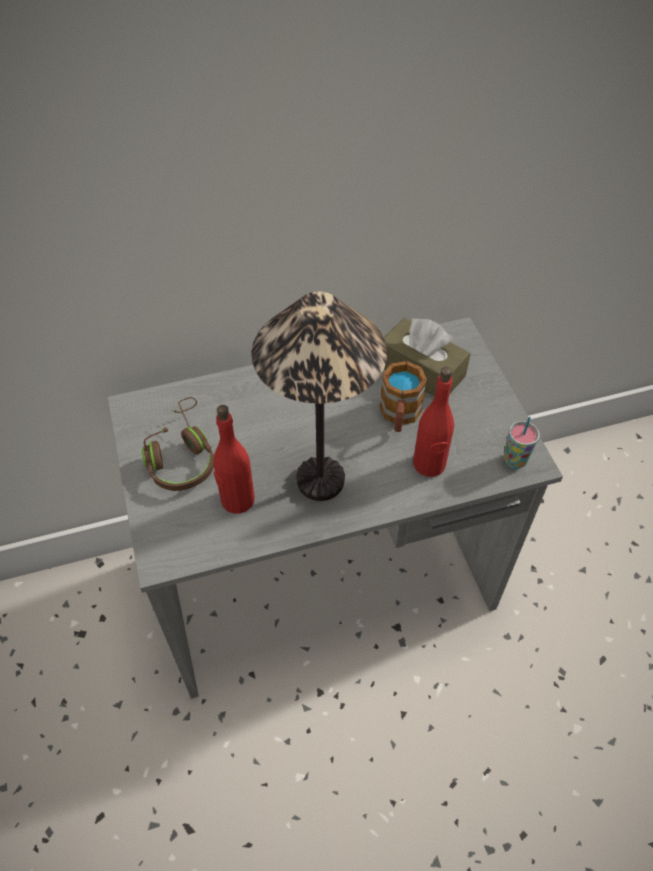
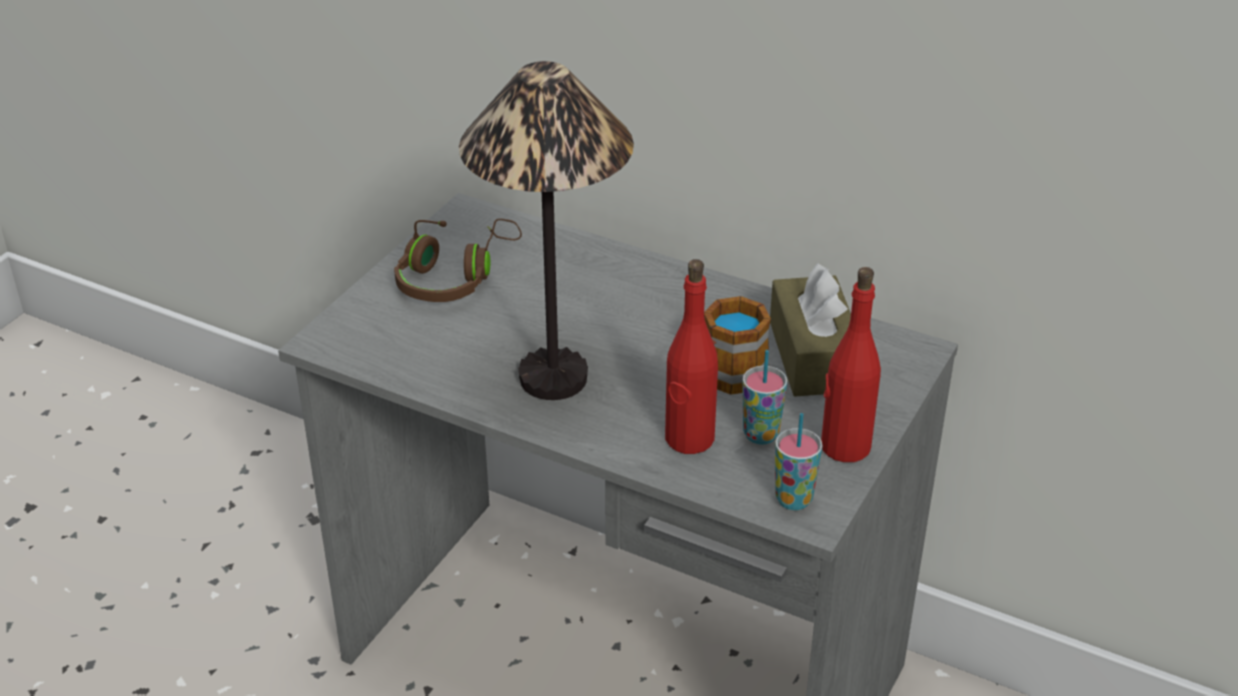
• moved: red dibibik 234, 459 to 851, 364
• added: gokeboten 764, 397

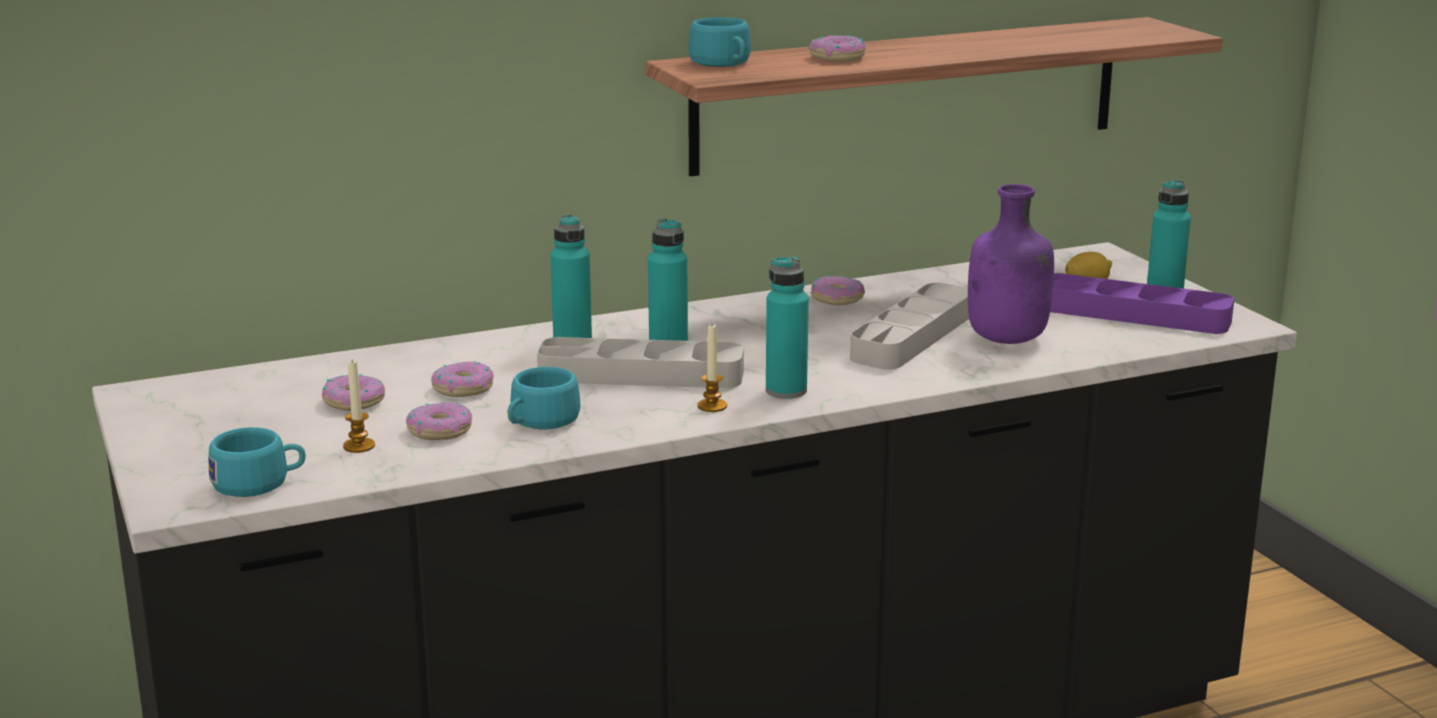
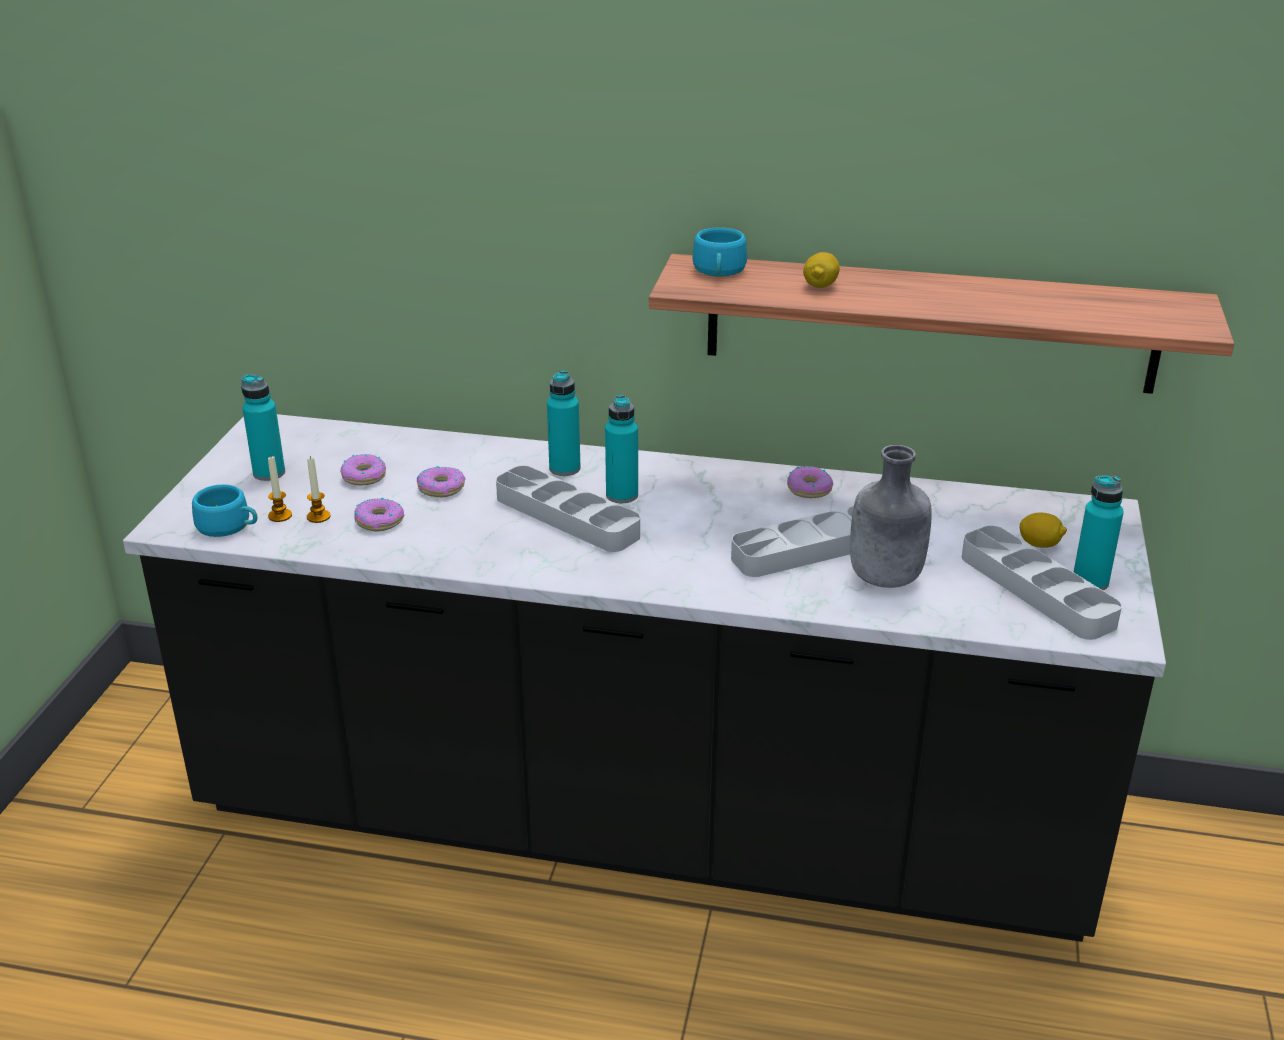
• removed: turquoise gokeboten 544, 398
• moved: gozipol 712, 368 to 280, 489
• moved: turquoise dibibik 787, 327 to 263, 427
• replaced: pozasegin 837, 48 to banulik 821, 270
• recoloured: purple dibibik 1011, 264 to grey dibibik 891, 516
• recoloured: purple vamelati 1142, 303 to grey vamelati 1042, 583

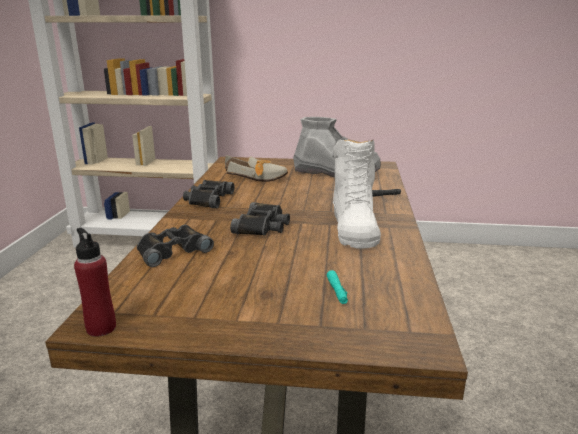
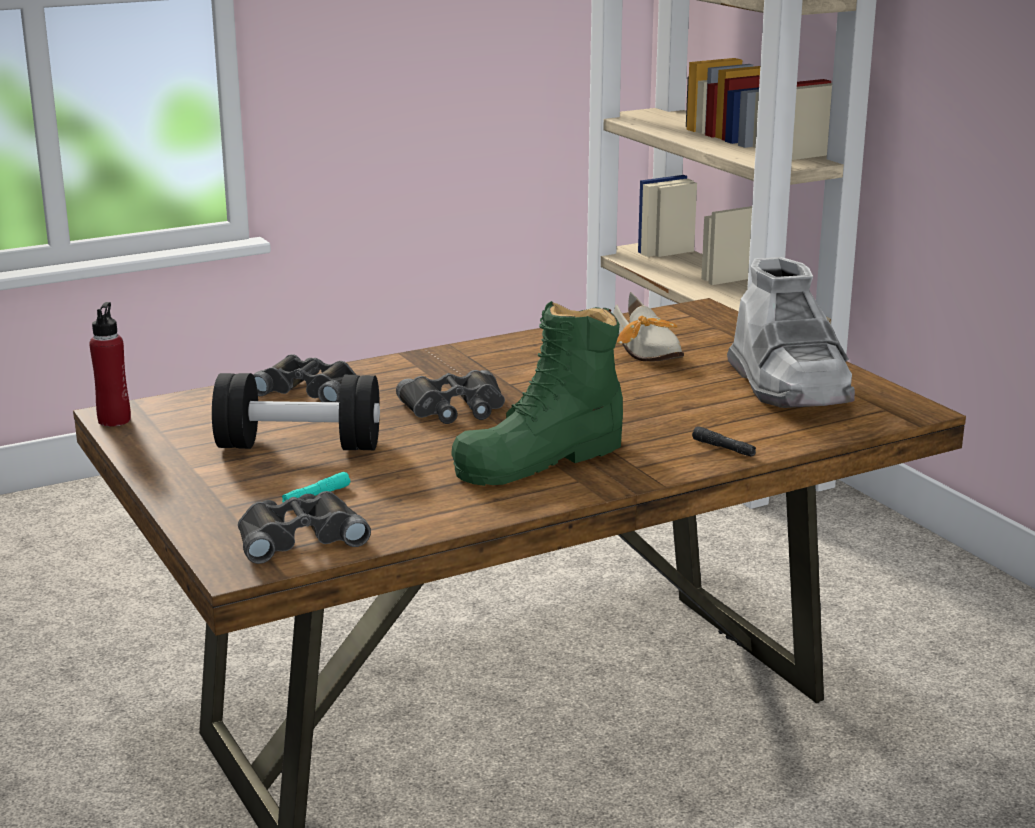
• moved: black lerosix 209, 194 to 304, 527
• recoloured: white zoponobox 357, 194 to green zoponobox 537, 393
• added: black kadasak 296, 411

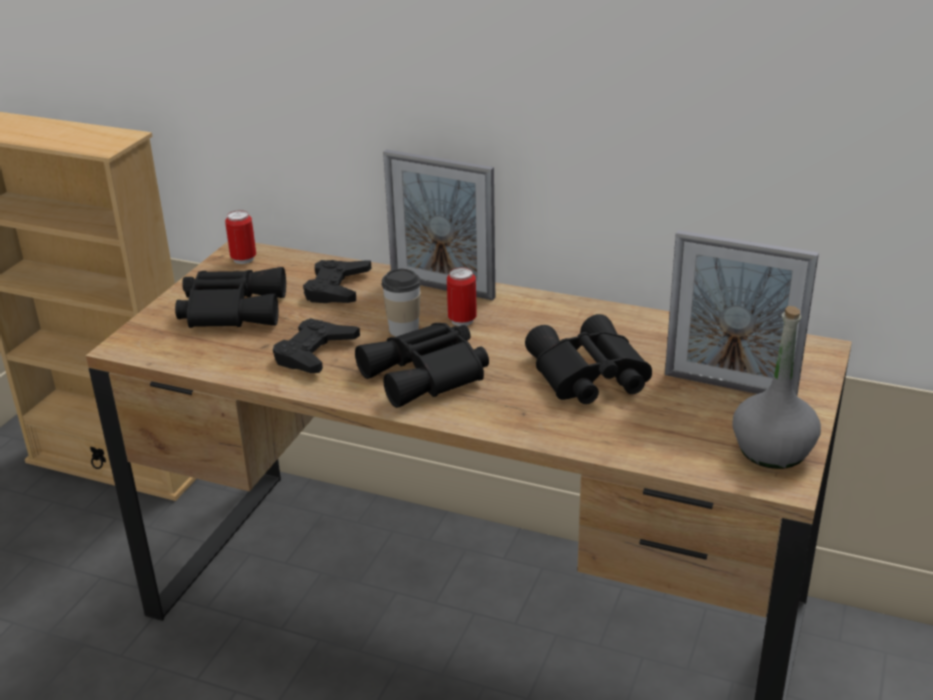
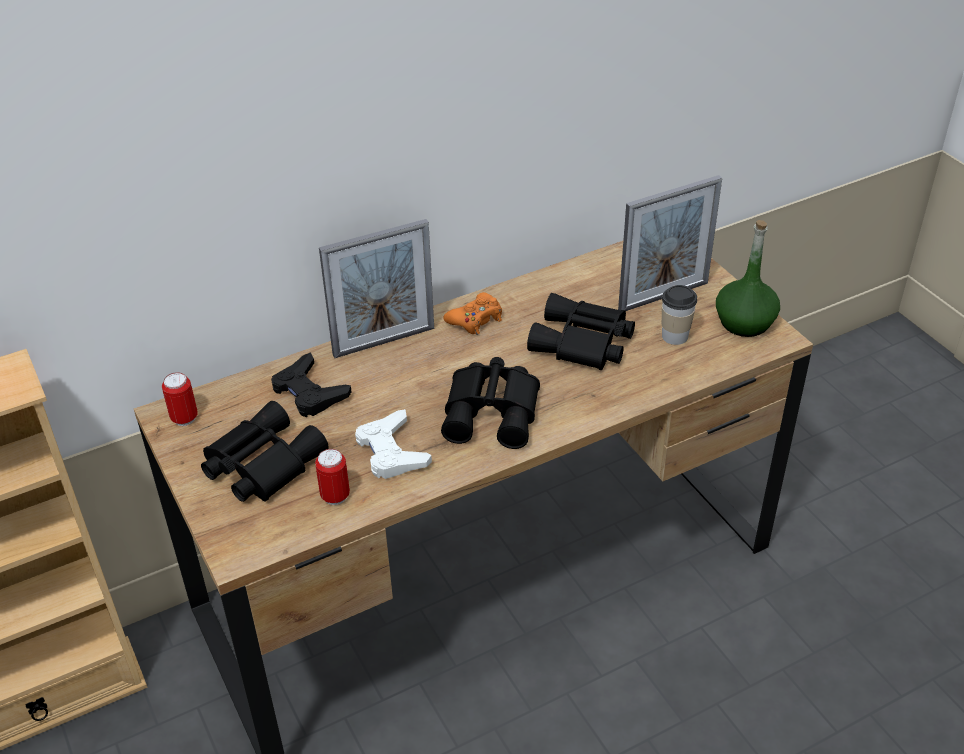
• recoloured: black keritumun 316, 345 to white keritumun 393, 444
• moved: gokeboten 401, 303 to 679, 315
• moved: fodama 462, 296 to 332, 477
• recoloured: grey dibibik 776, 387 to green dibibik 748, 278
• added: orange keritumun 472, 313

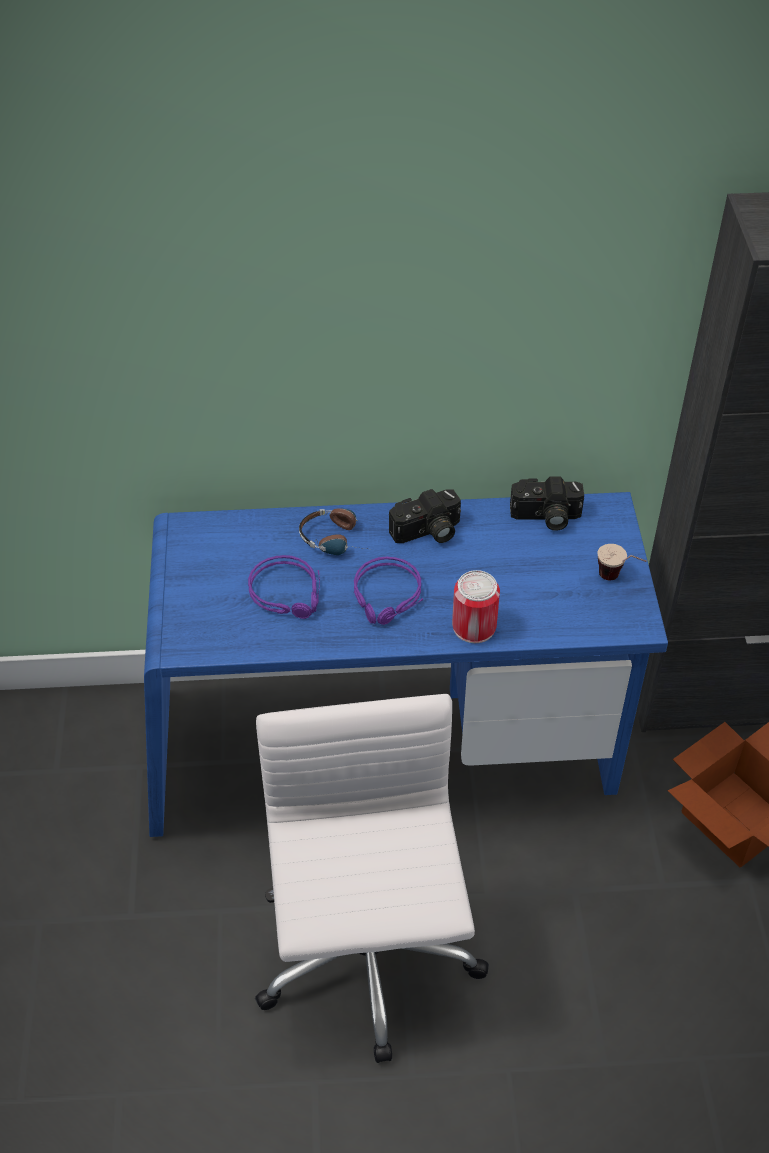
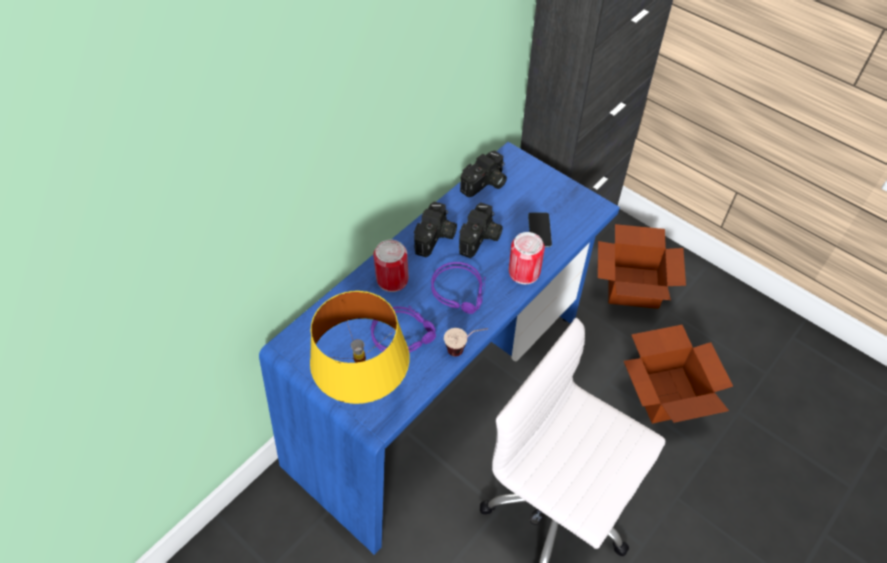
• replaced: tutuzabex 335, 531 to fodama 391, 266
• moved: gokeboten 622, 562 to 466, 342
• added: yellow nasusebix 360, 347
• added: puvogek 481, 230
• added: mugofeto 540, 229
• added: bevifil 678, 374

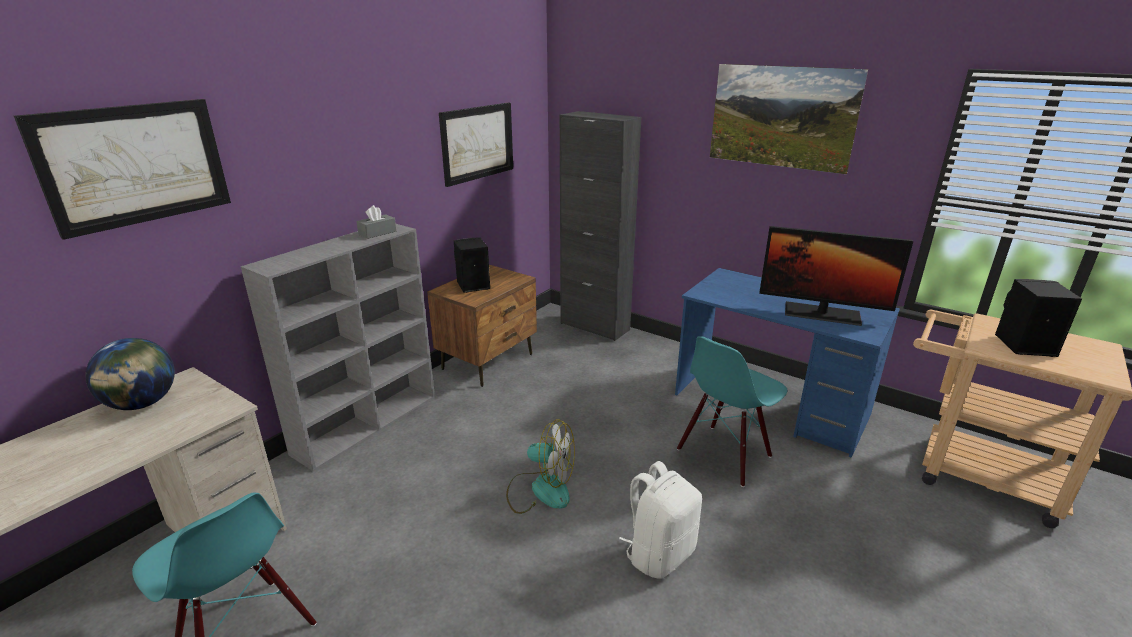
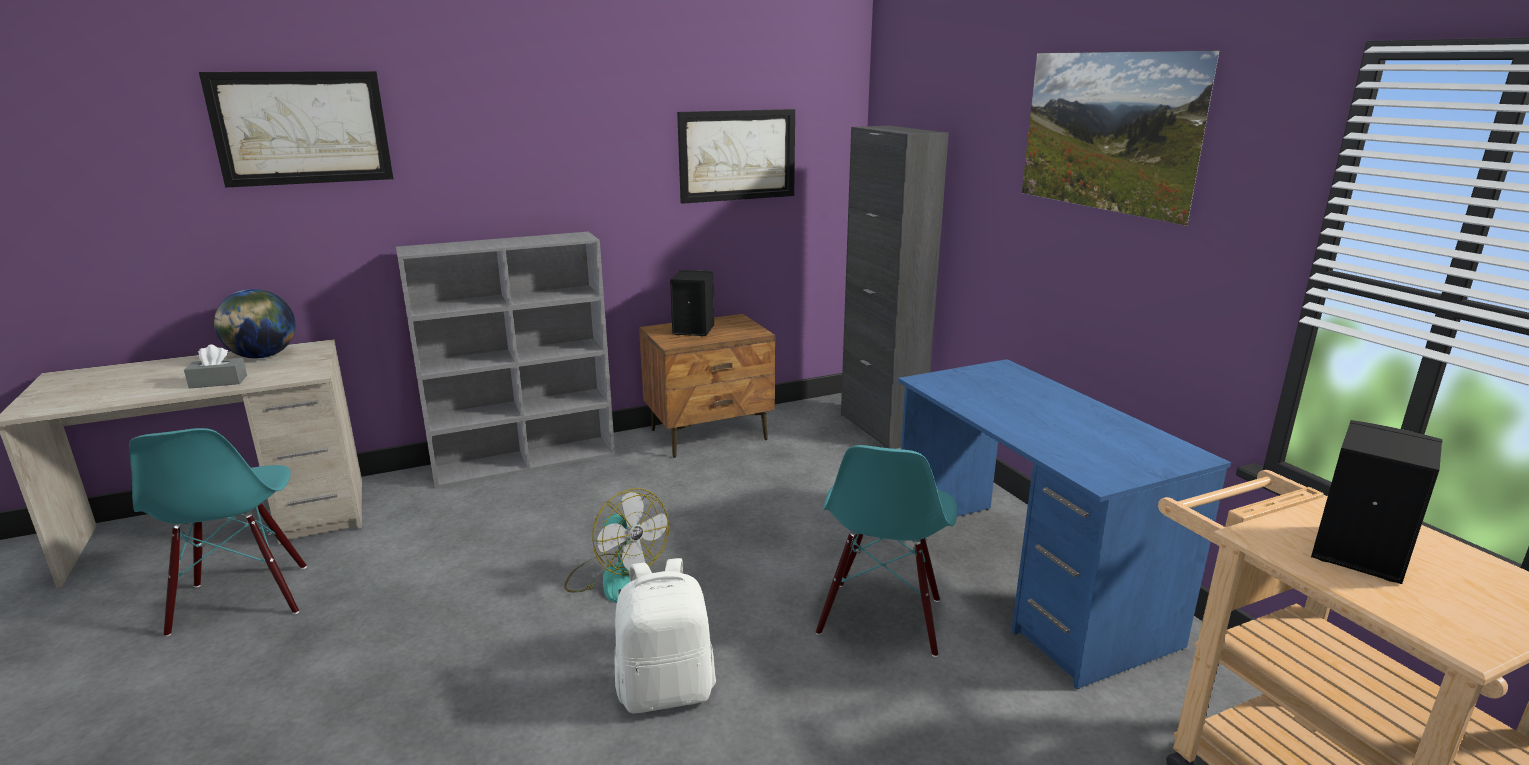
• moved: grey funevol 376, 222 to 215, 366
• turned: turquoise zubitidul 732, 411 = 887, 551 60 degrees counterclockwise
• removed: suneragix 836, 276

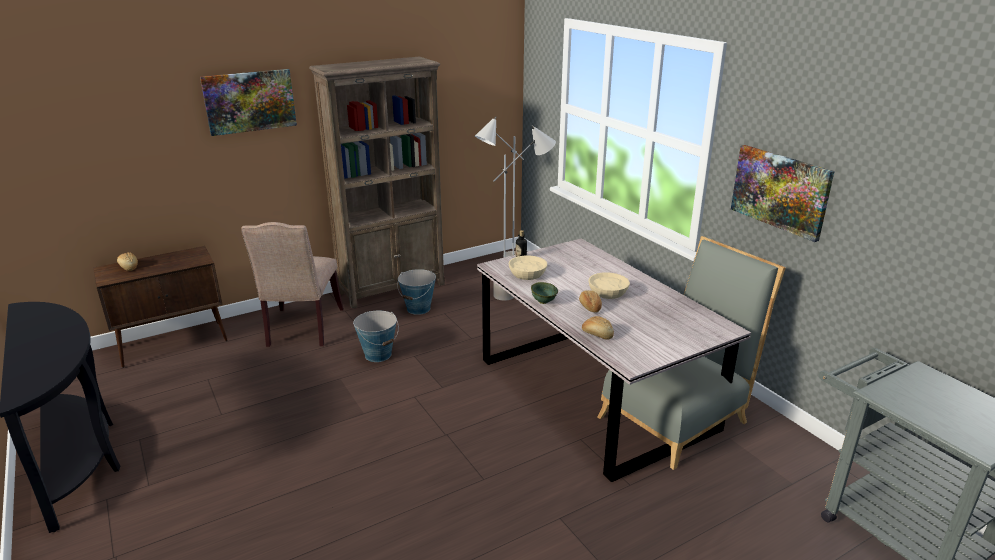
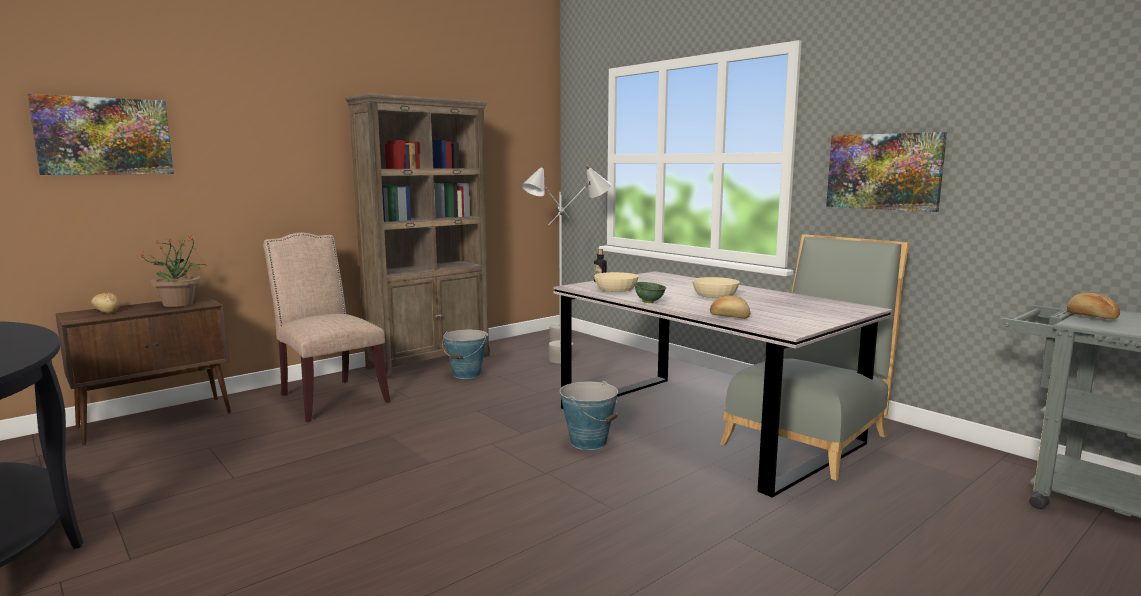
• moved: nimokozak 248, 102 to 100, 134
• turned: beige zubitidul 292, 284 = 327, 327 150 degrees clockwise
• moved: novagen 376, 336 to 589, 415
• moved: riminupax 590, 301 to 1093, 306
• added: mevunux 173, 270

